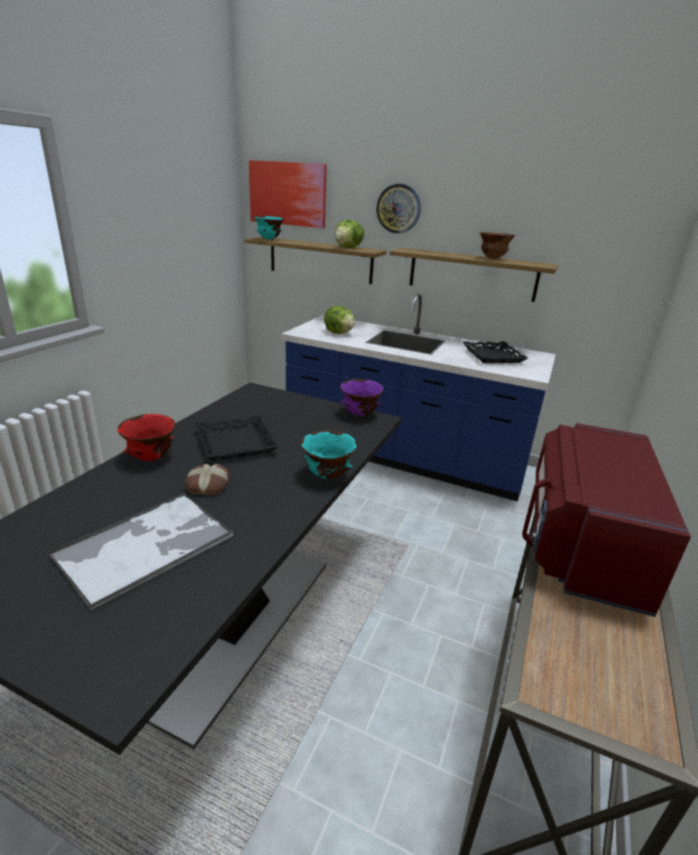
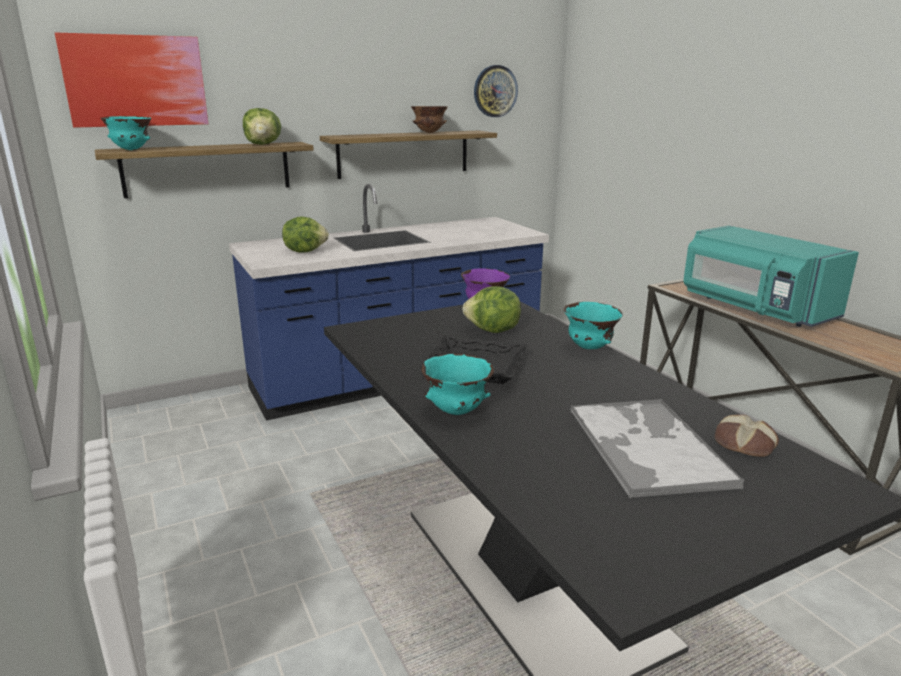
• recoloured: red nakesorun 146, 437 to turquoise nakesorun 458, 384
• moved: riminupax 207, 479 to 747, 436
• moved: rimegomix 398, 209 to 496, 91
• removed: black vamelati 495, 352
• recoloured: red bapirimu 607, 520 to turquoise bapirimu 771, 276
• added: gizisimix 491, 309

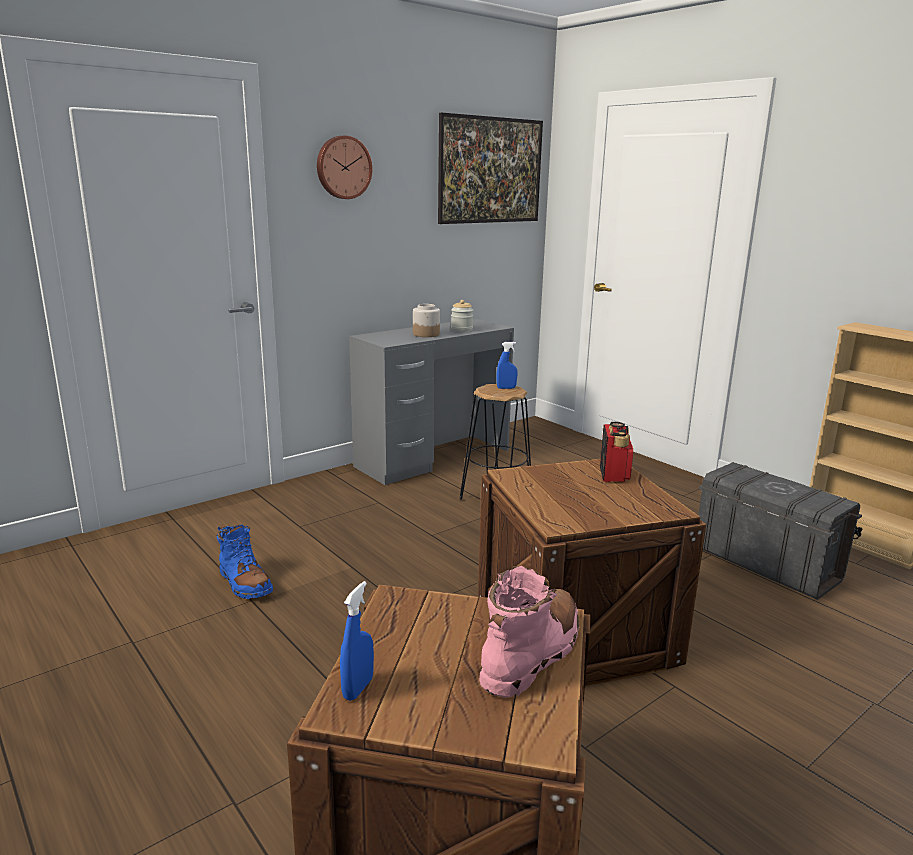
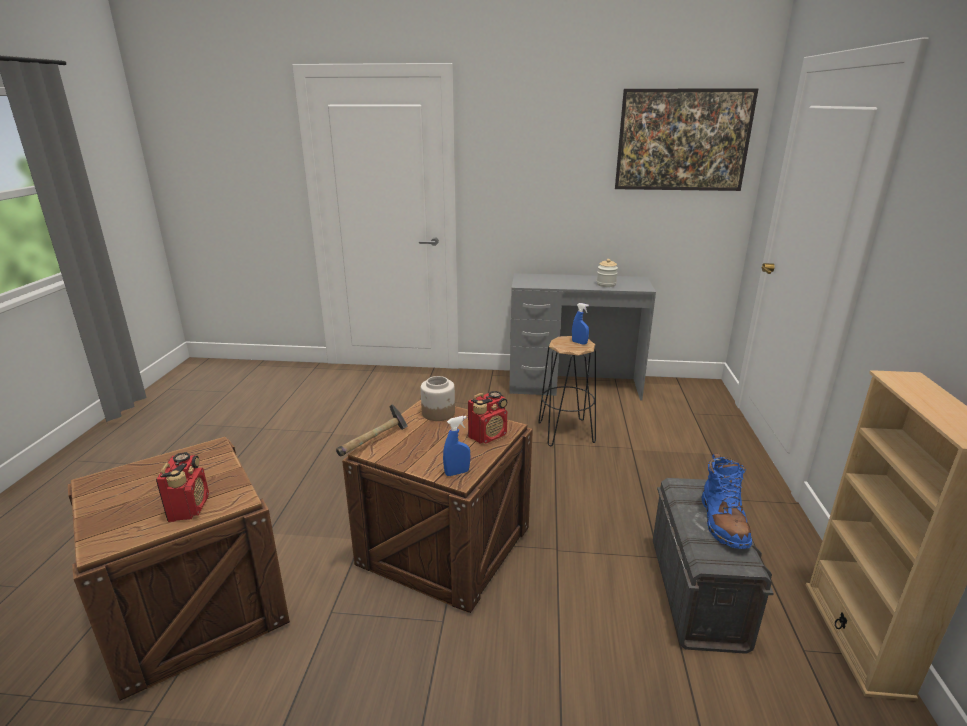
• moved: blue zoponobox 244, 561 to 727, 501
• removed: rimegomix 344, 167
• moved: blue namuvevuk 357, 641 to 456, 446
• moved: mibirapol 426, 320 to 438, 398
• replaced: pink zoponobox 529, 632 to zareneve 182, 487
• added: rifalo 371, 430

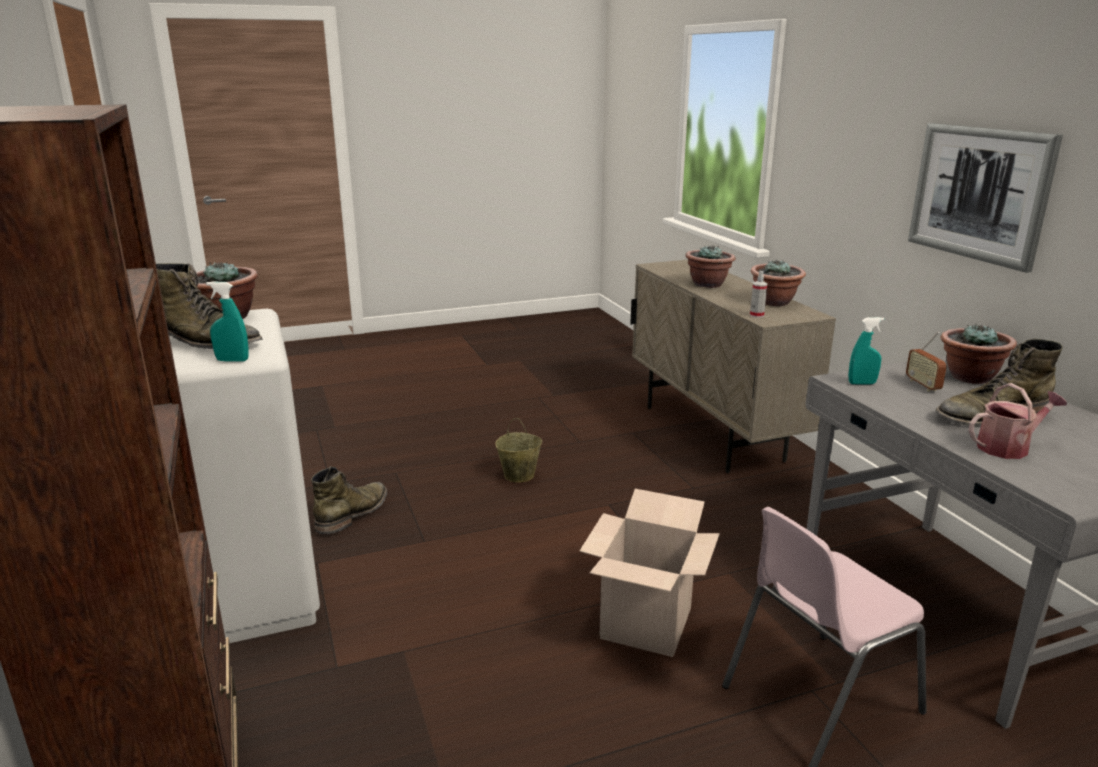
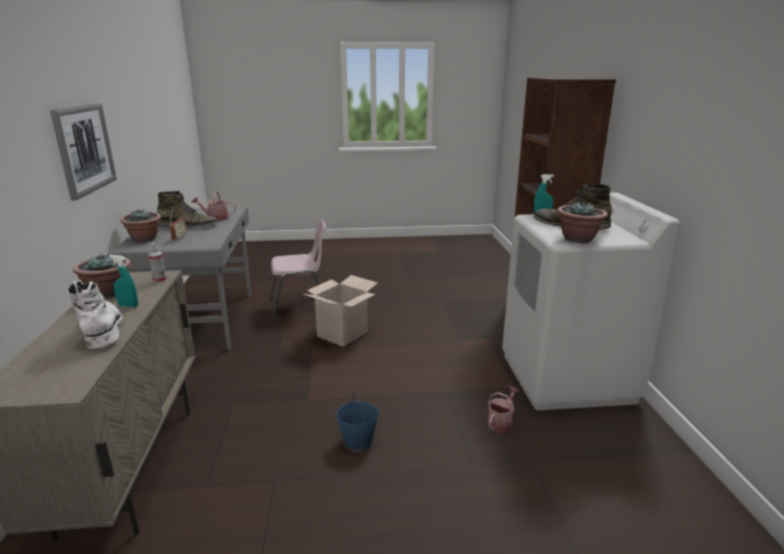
• replaced: green zoponobox 349, 500 to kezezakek 503, 409
• recoloured: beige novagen 518, 450 to blue novagen 358, 421
• replaced: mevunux 710, 266 to white zoponobox 95, 315
• moved: turquoise namuvevuk 866, 350 to 124, 281

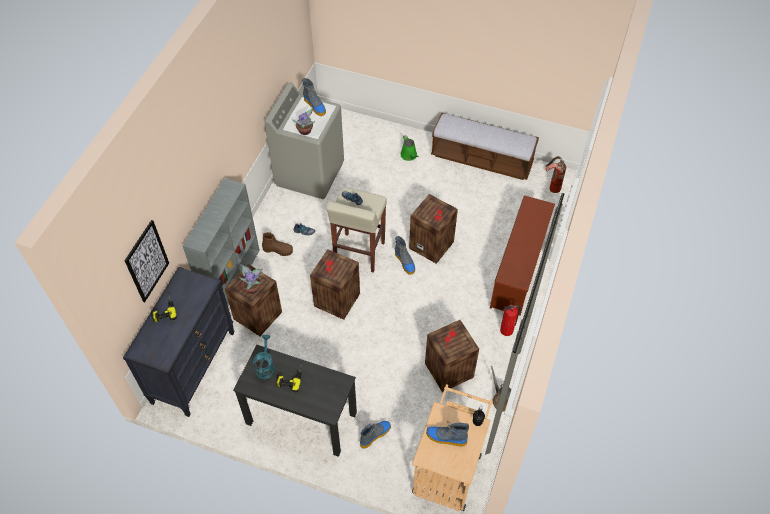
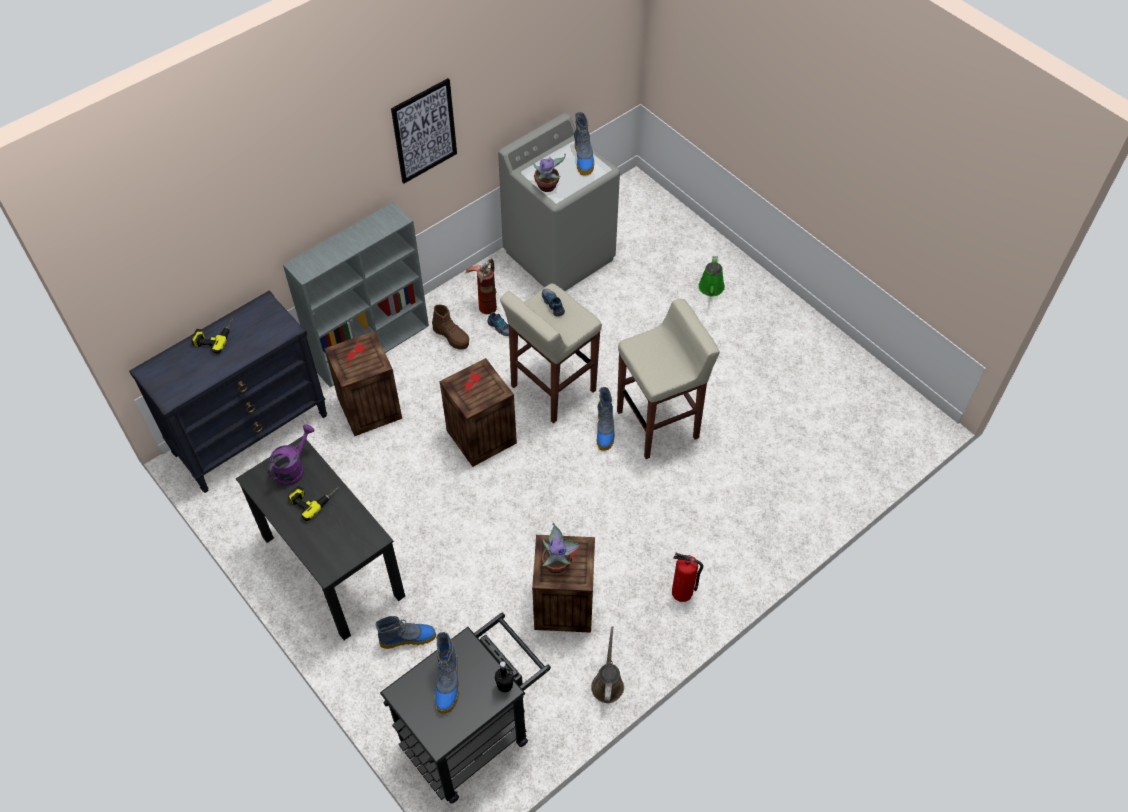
• moved: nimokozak 147, 261 to 424, 131
• moved: mevunux 251, 279 to 561, 548
• recoloured: turquoise kezezakek 263, 357 to purple kezezakek 291, 455
• replaced: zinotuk 433, 229 to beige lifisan 668, 379
• recoloured: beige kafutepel 452, 447 to black kafutepel 465, 708
• turned: zoponobox 447, 434 = 447, 673 135 degrees counterclockwise
• removed: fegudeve 485, 146
• removed: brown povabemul 522, 255
• moved: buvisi 555, 174 to 481, 287

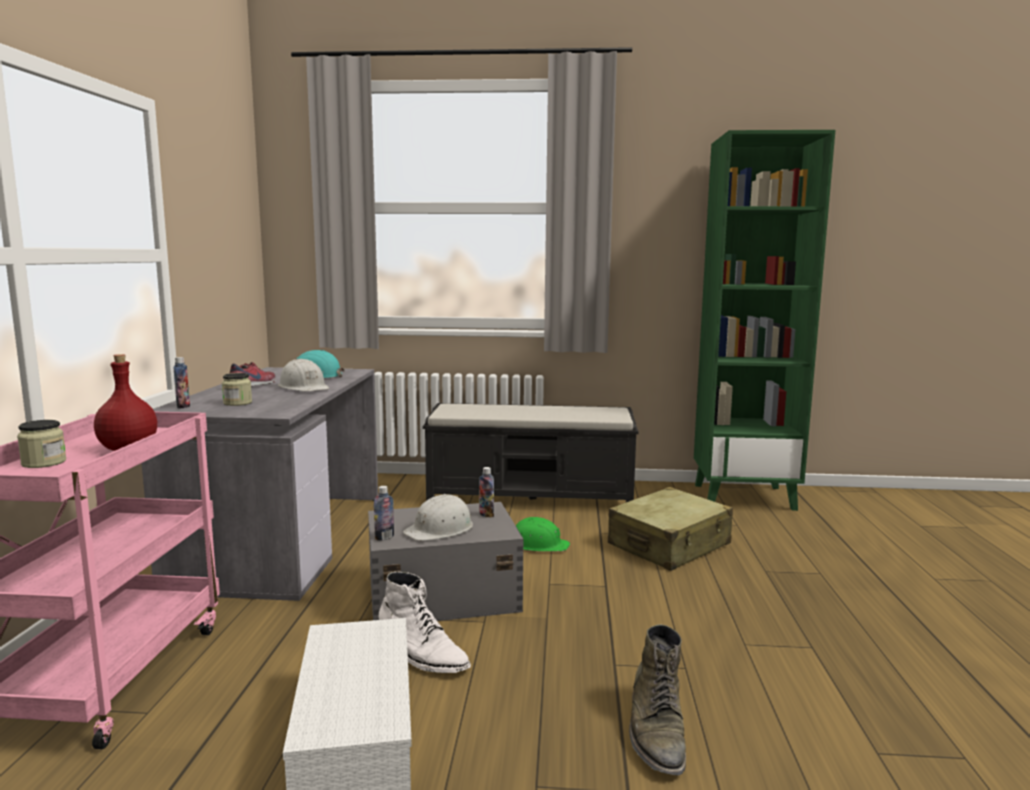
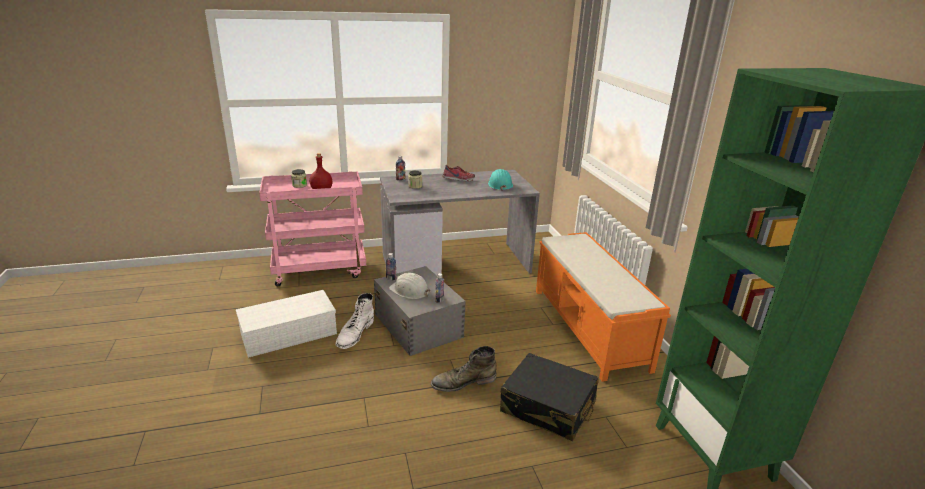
• removed: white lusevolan 303, 375
• recoloured: black fegudeve 531, 452 to orange fegudeve 603, 307
• removed: green lusevolan 543, 534
• recoloured: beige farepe 670, 529 to black farepe 549, 397
• moved: green zoponobox 657, 700 to 464, 369

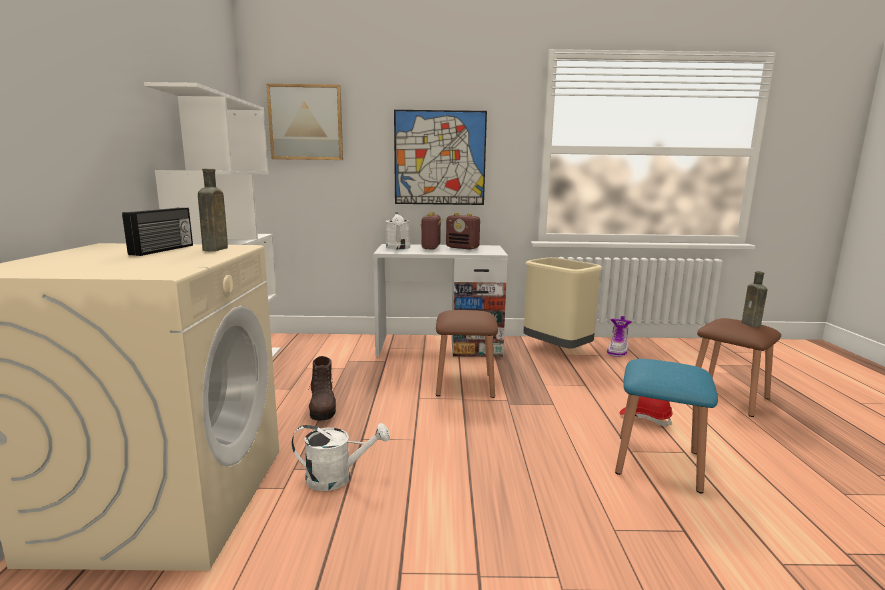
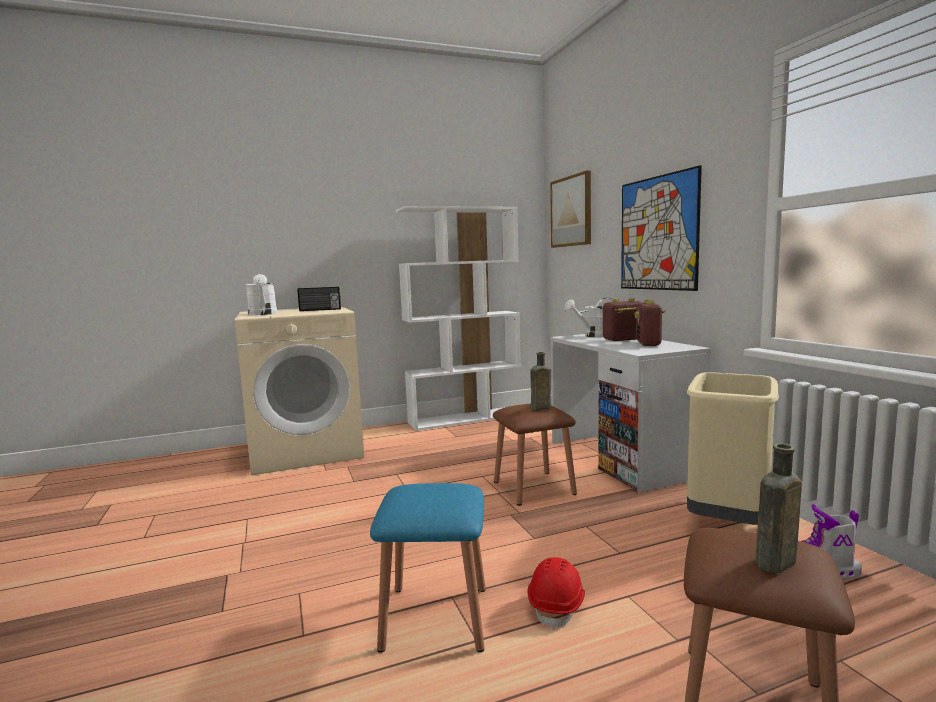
• moved: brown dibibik 213, 210 to 541, 381
• moved: white kezezakek 340, 457 to 261, 294
• removed: brown zoponobox 322, 388

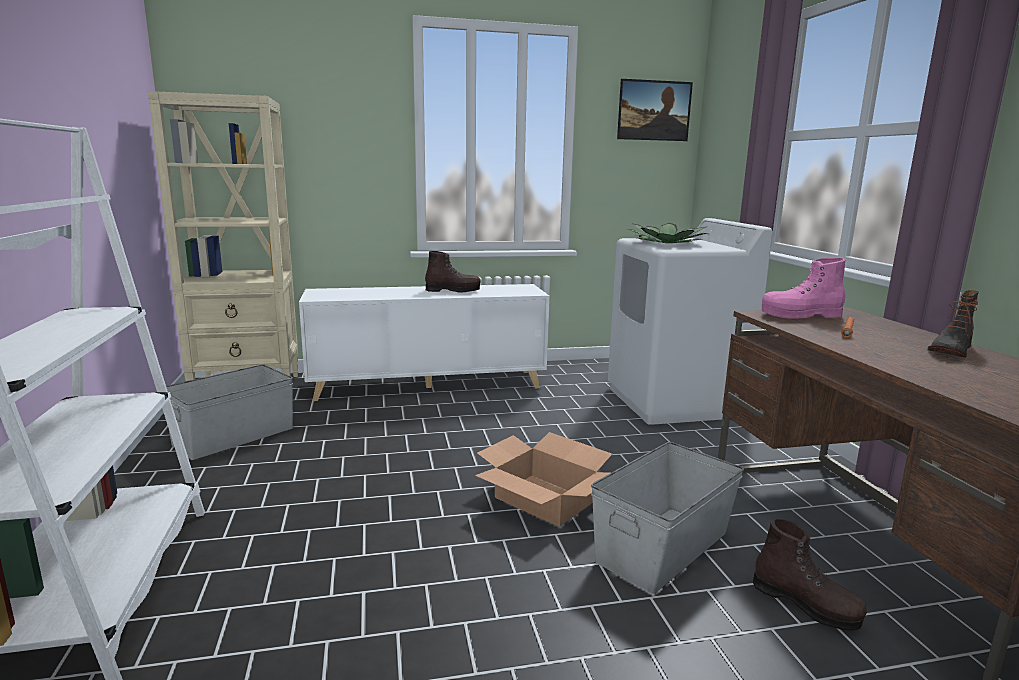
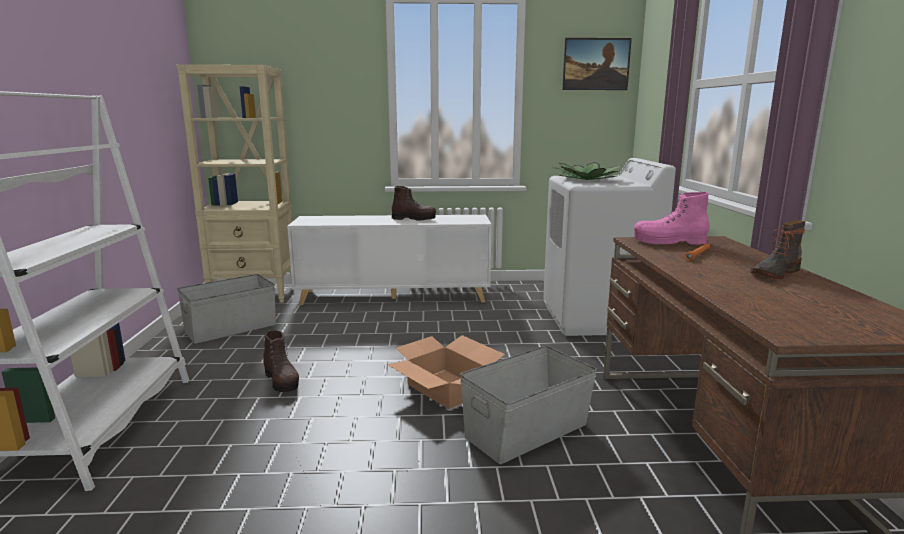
• moved: brown zoponobox 810, 575 to 281, 361

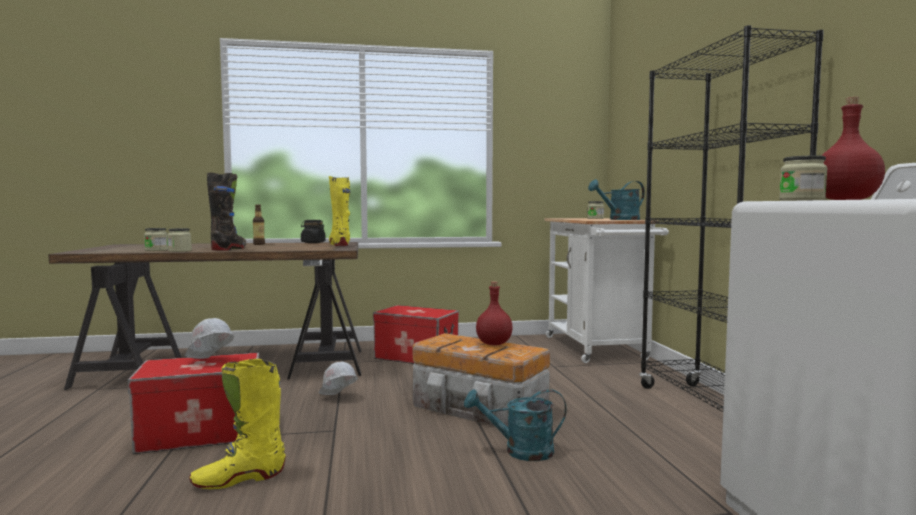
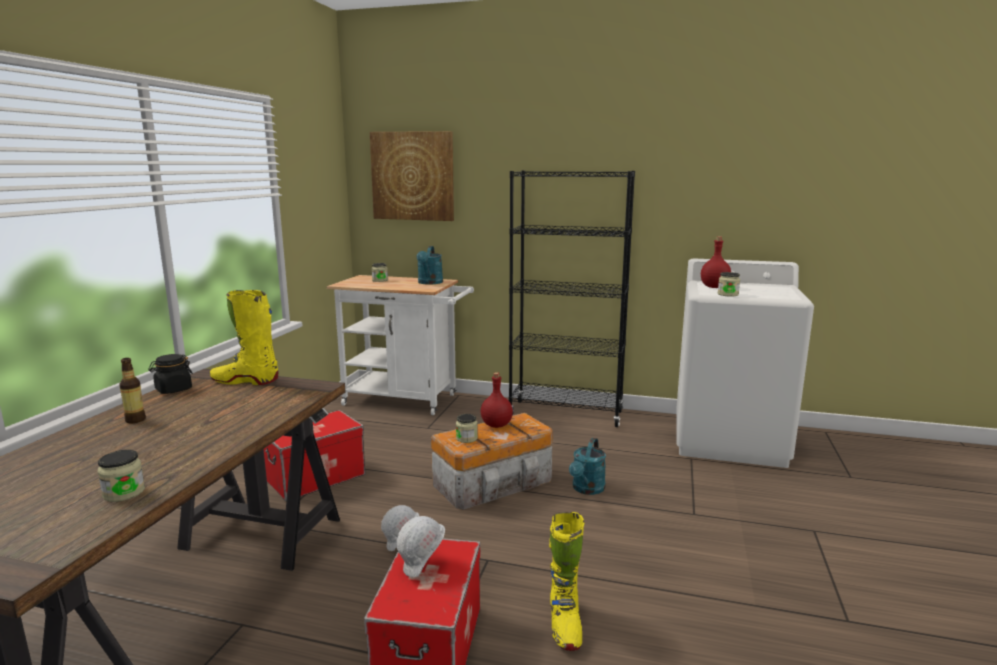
• moved: mibirapol 180, 240 to 467, 428
• removed: black zoponobox 226, 211
• added: nimokozak 412, 176

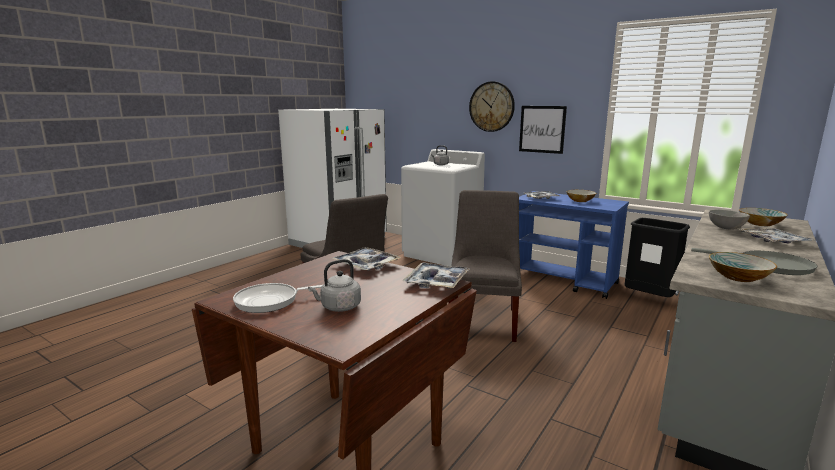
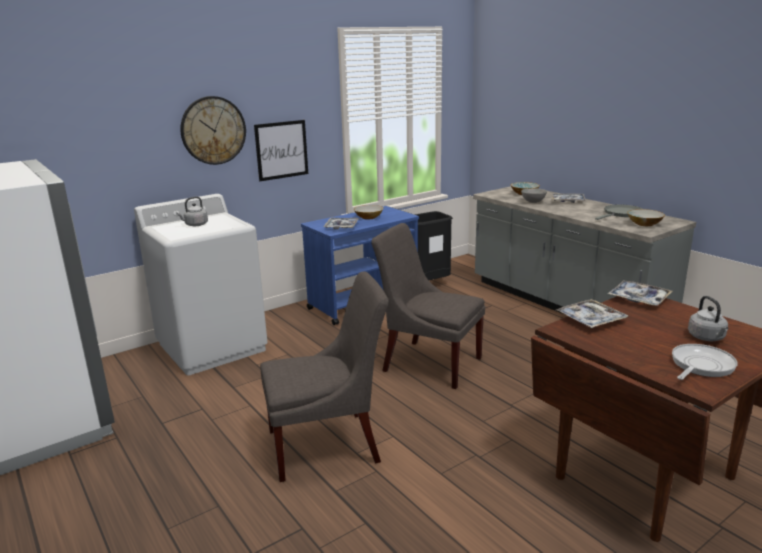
• turned: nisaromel 277, 298 = 705, 362 135 degrees counterclockwise

